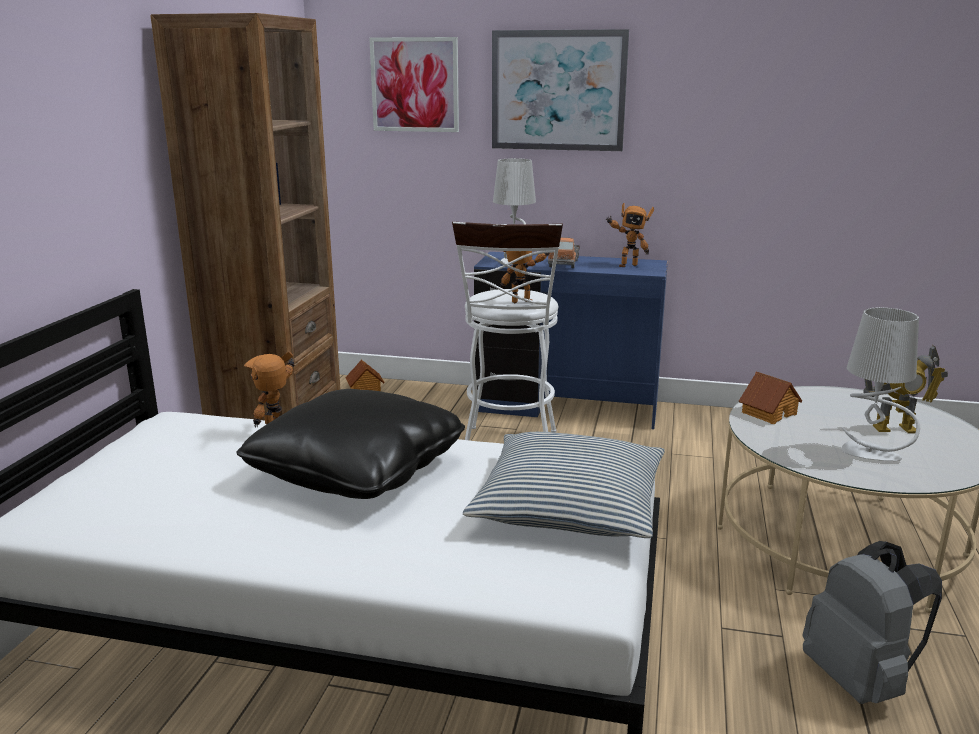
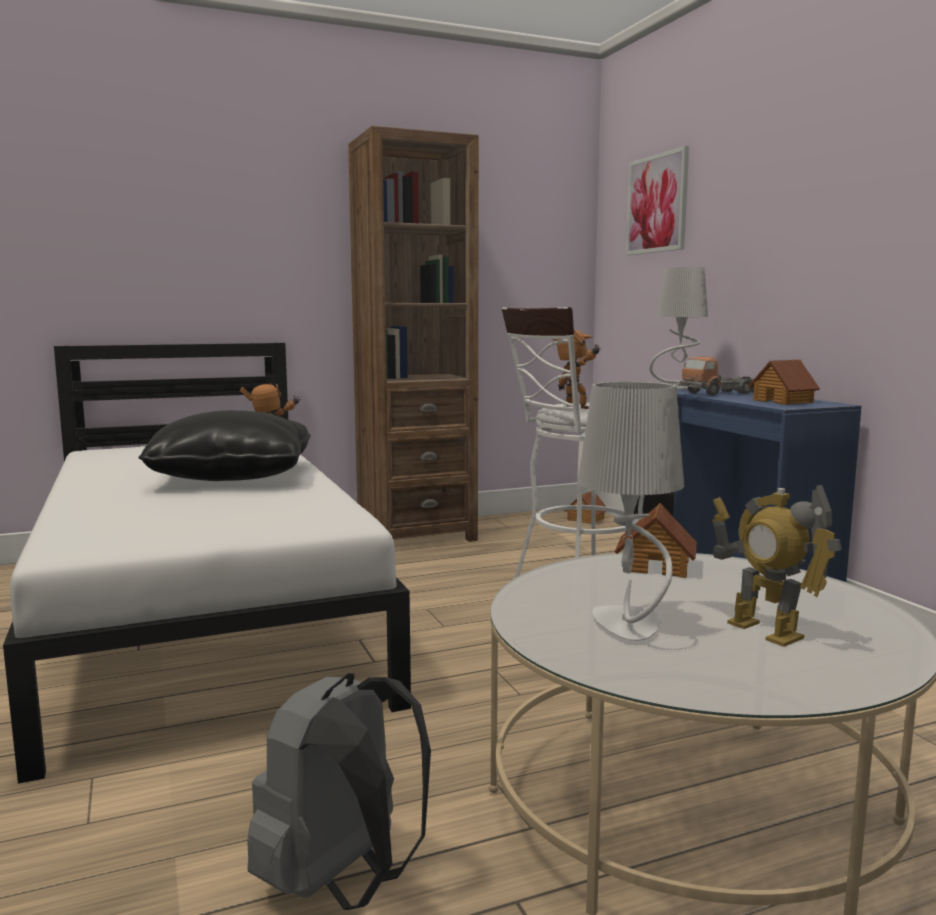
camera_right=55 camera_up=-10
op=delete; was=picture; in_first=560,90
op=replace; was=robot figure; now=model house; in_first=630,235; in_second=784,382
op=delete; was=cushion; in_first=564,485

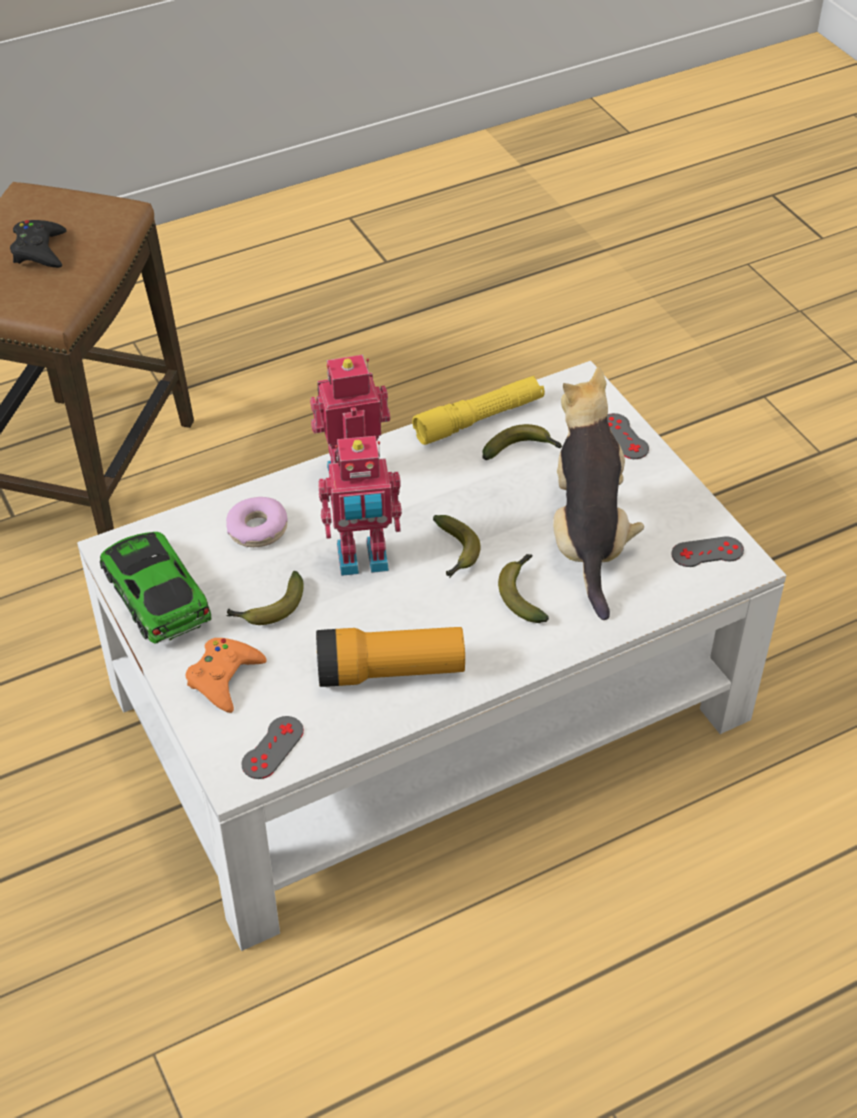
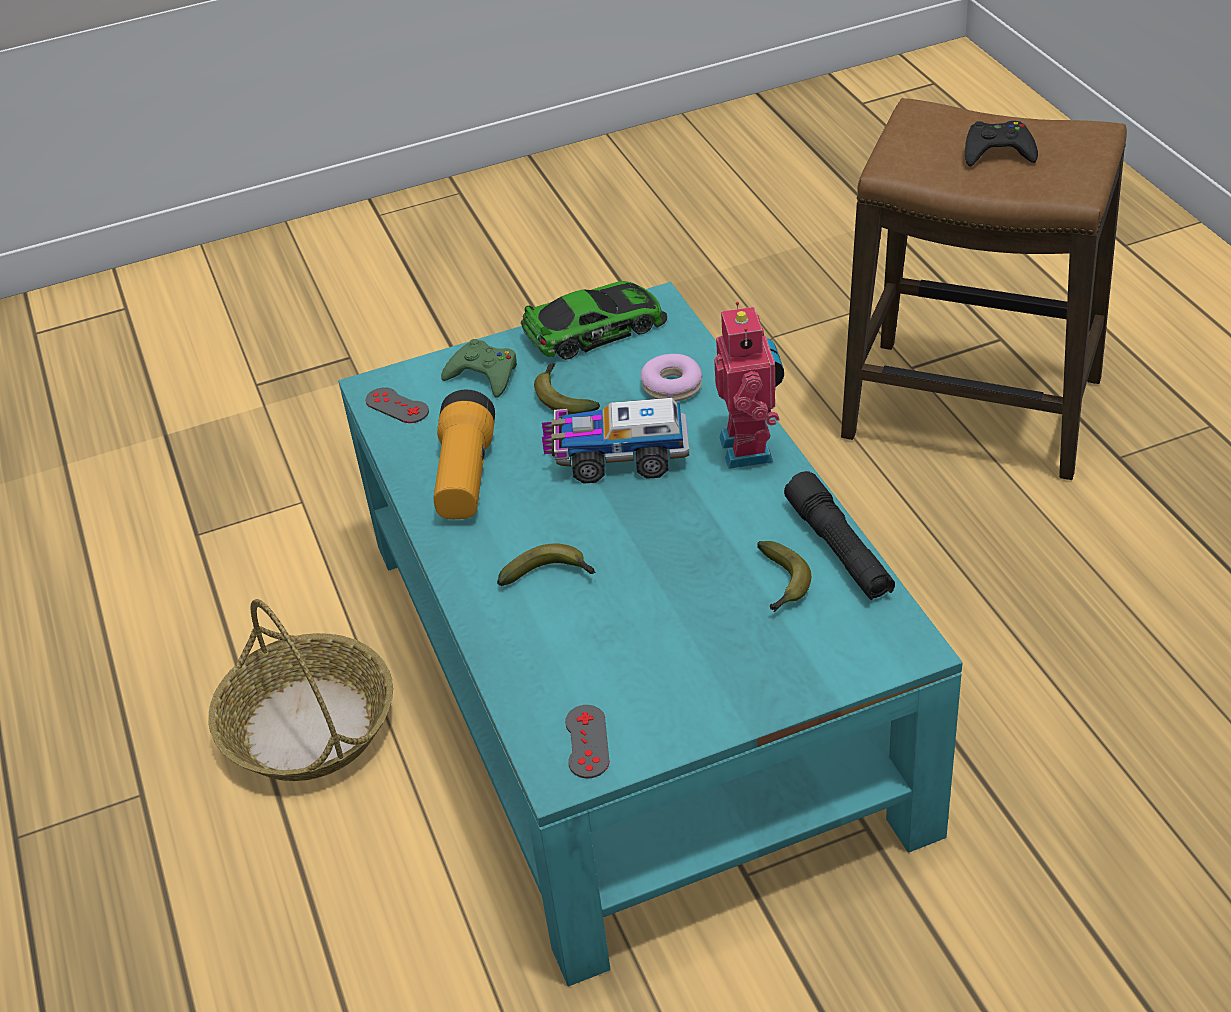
camera_right=100 camera_up=-5
op=recolor; was=coffee table (white-coloured); now=coffee table (blue-green); in_first=431,656; in_second=650,634
op=delete; was=cuddly toy; in_first=598,493
op=recolor; was=torch (yellowish); now=torch (black); in_first=478,410; in_second=839,535
op=delete; was=game controller (grey); in_first=628,436
op=replace; was=robot figure; now=toy truck; in_first=360,506; in_second=615,441
op=delete; was=banana; in_first=457,546
op=recolor; was=game controller (orange-coloured); now=game controller (green); in_first=226,675; in_second=479,368
op=insert; now=basket; in_second=300,690

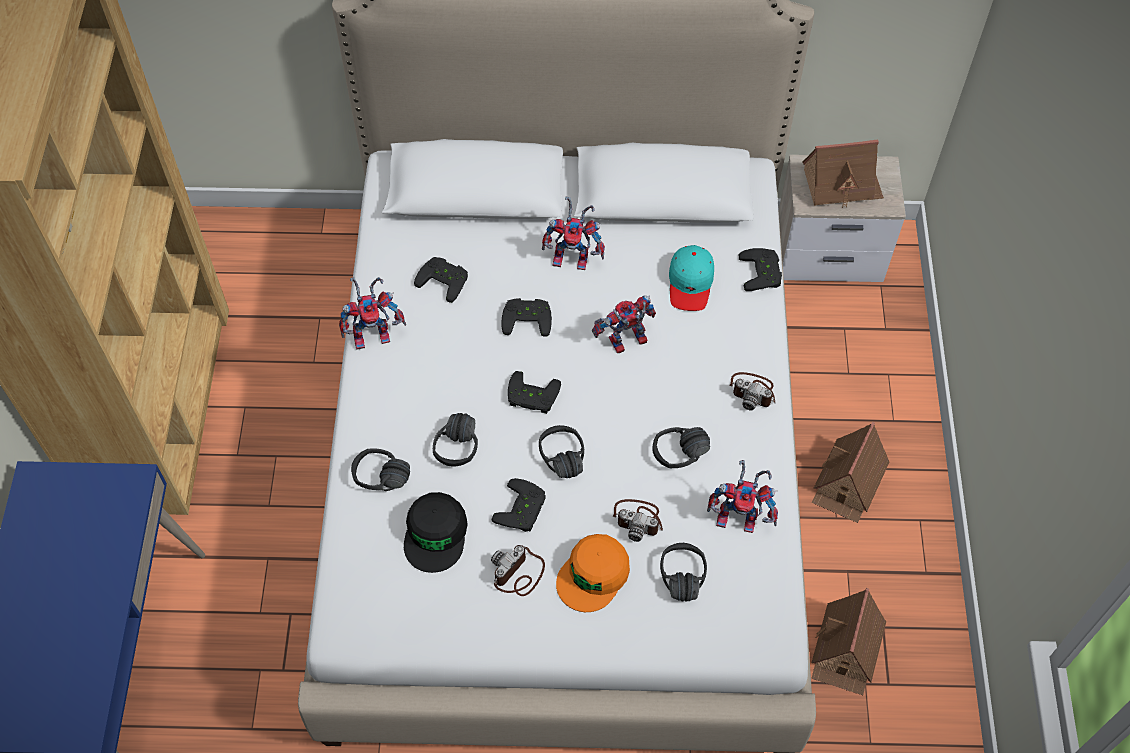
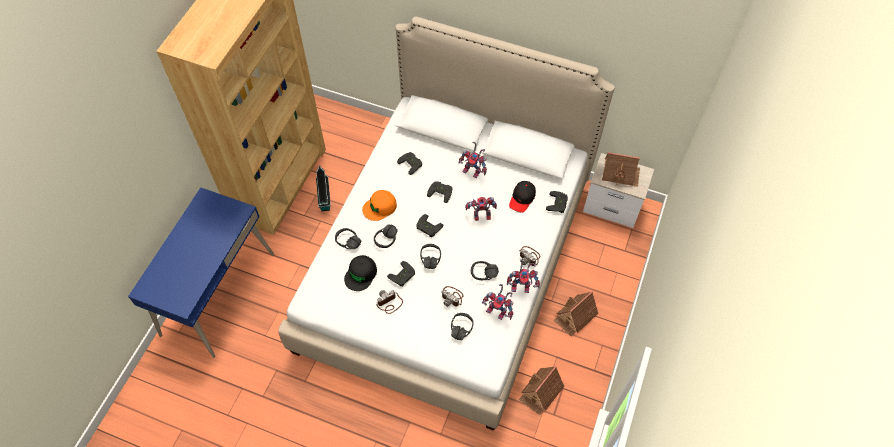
camera_right=20 camera_up=0
op=recolor; was=cap (blue-green); now=cap (black); in_first=691,278; in_second=522,197
op=move; was=robot figure; in_first=372,313; in_second=523,276
op=move; was=cap (orange-coloured); in_first=593,573; in_second=379,205
op=insert; now=model house; in_second=323,188

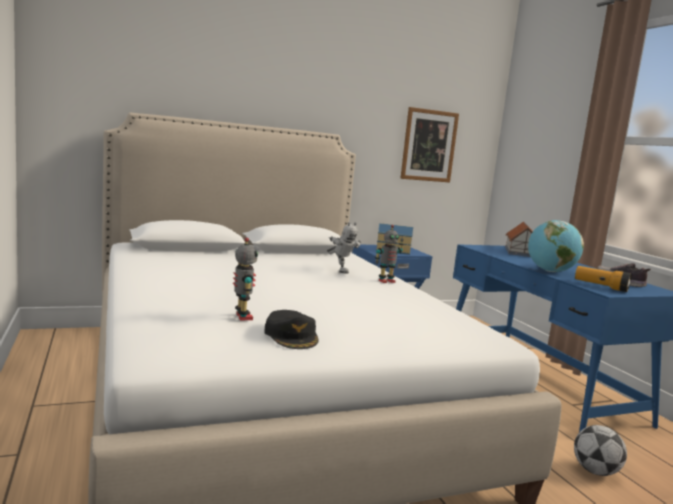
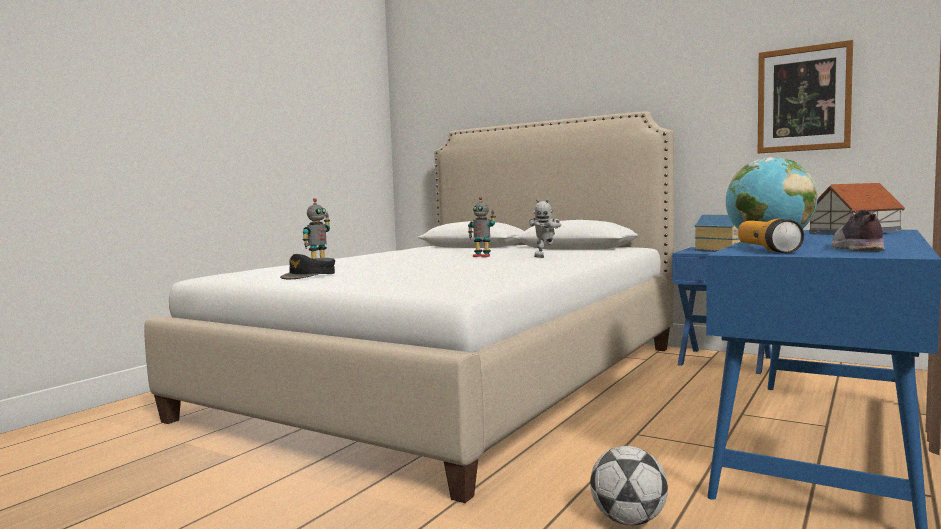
camera_right=55 camera_up=-5
op=move; was=robot figure; in_first=389,254; in_second=482,227

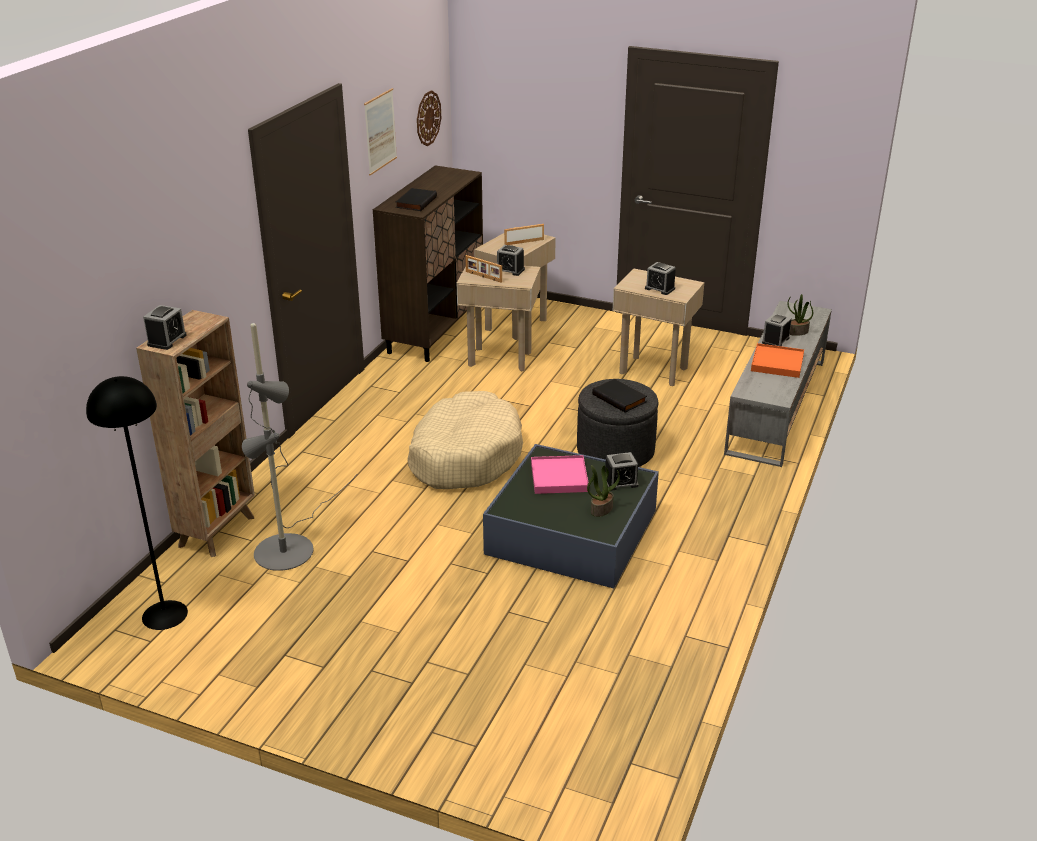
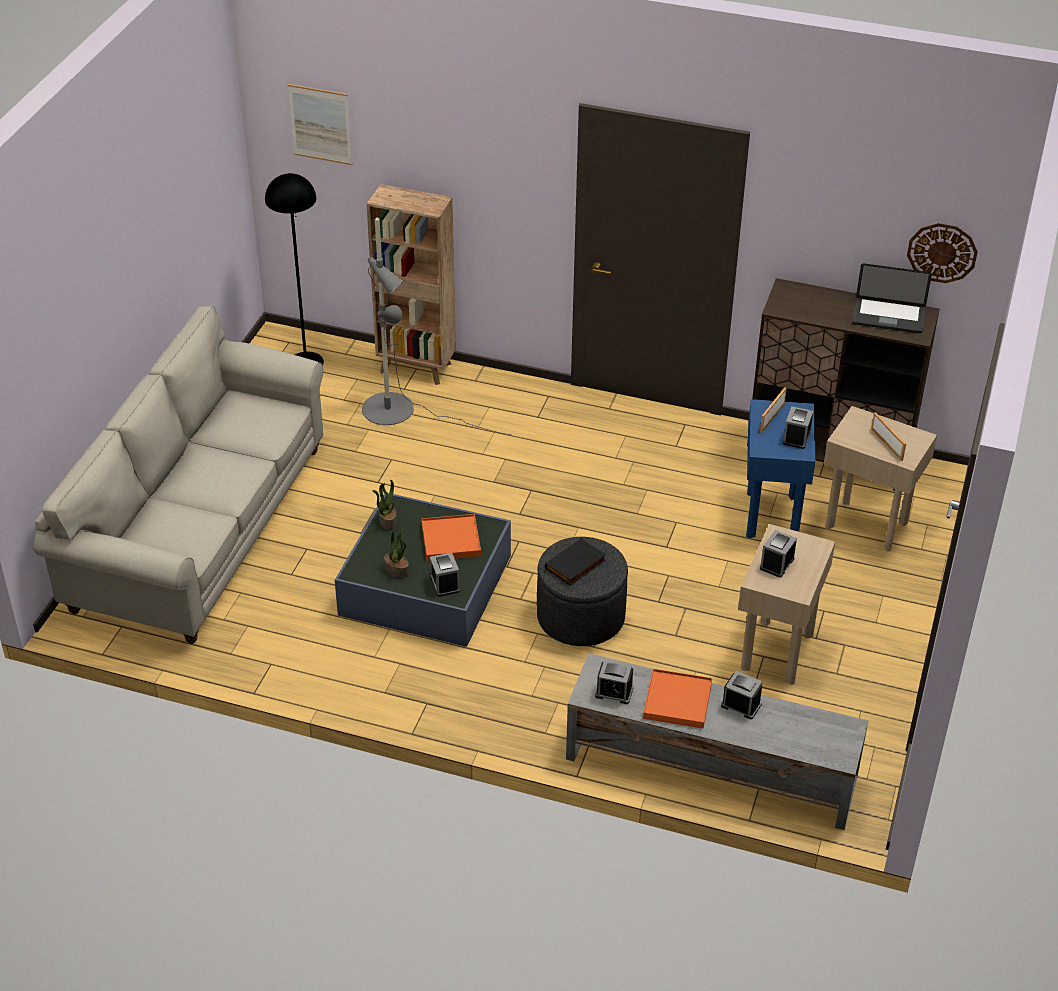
camera_right=85 camera_up=10
op=move; was=picture; in_first=380,131; in_second=320,124
op=delete; was=bound book (black); in_first=416,199
op=recolor; was=end table (beige-coloured); now=end table (blue-coloured); in_first=498,317; in_second=780,468
op=move; was=houseplant; in_first=800,315; in_second=384,505
op=move; was=bedside clock; in_first=165,327; in_second=614,681
op=delete; was=pet bed (beige-coloured); in_first=465,440
op=recolor; was=serving tray (pinkish); now=serving tray (orange-coloured); in_first=560,474; in_second=451,537
op=insert; now=laptop; in_second=892,298
op=insert; now=settee (beige-coloured); in_second=178,475

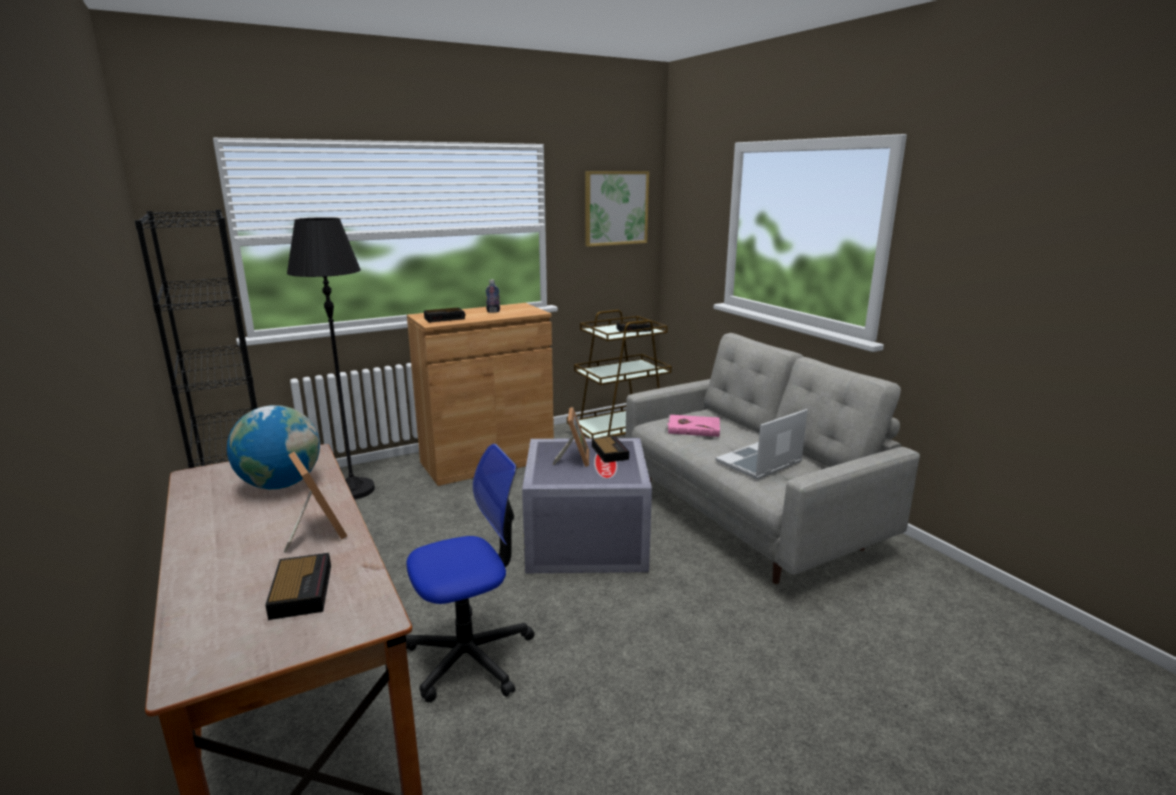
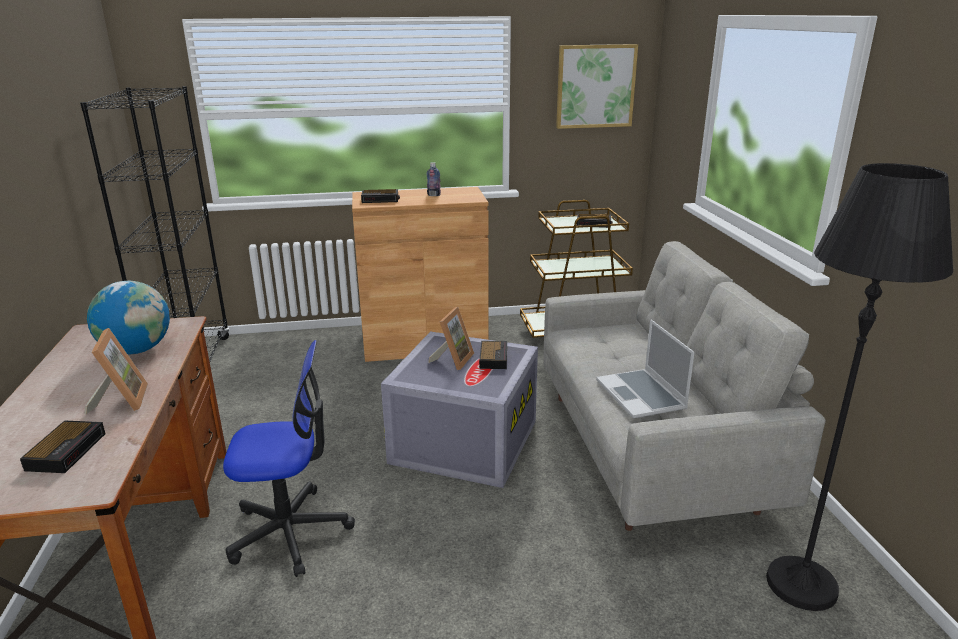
camera_right=20 camera_up=5
op=move; was=standard lamp (black); in_first=331,358; in_second=859,387
op=rotate; was=laptop; in_first=761,444; in_second=645,369; clockwise=-90
op=delete; was=bound book (pinkish); in_first=693,426

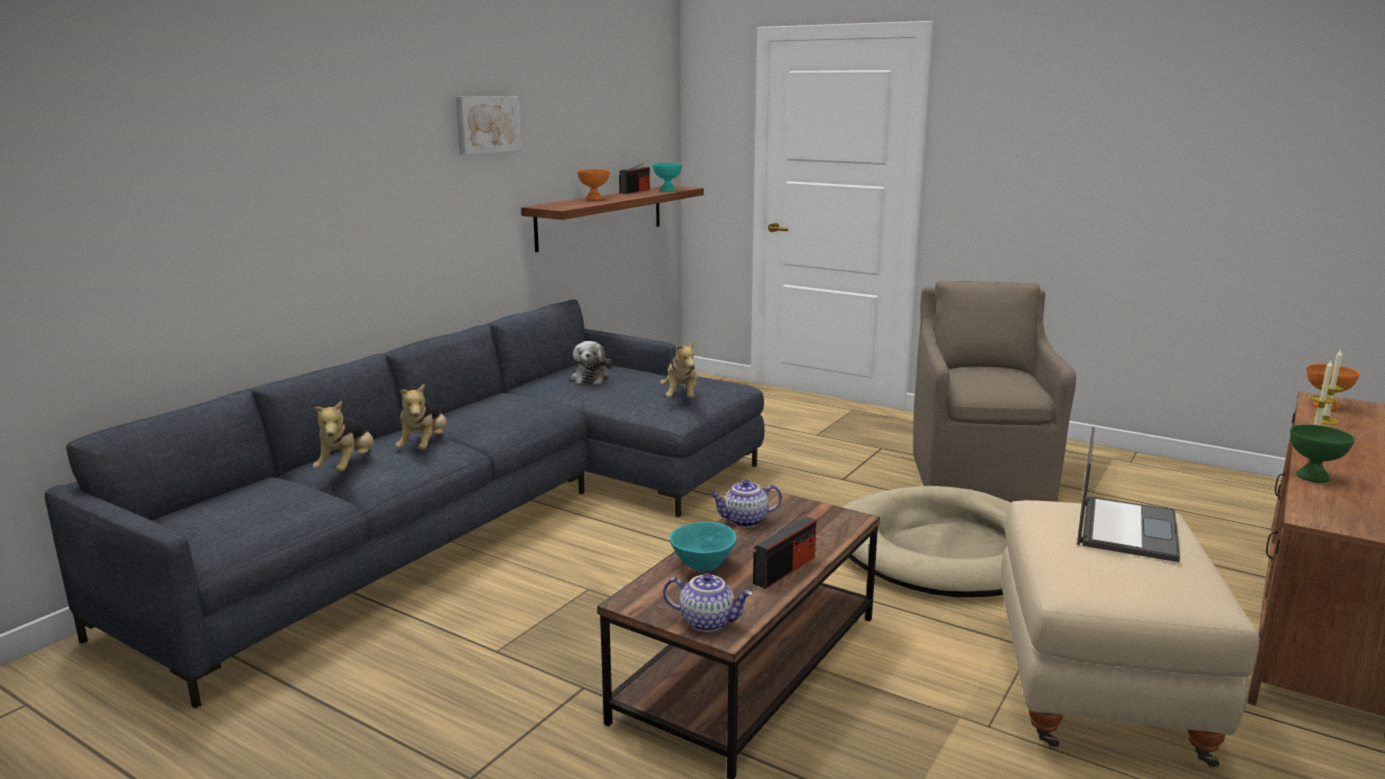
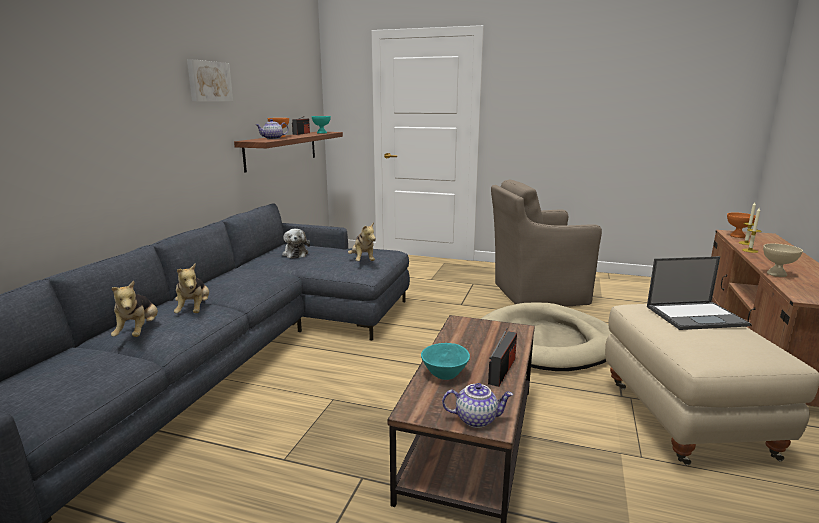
camera_right=-15 camera_up=0
op=rotate; was=lounge chair (brown); in_first=994,392; in_second=546,243; clockwise=-90
op=recolor; was=serving bowl (green); now=serving bowl (beige-coloured); in_first=1322,453; in_second=783,260
op=rotate; was=laptop; in_first=1128,494; in_second=698,293; clockwise=75
op=move; was=teapot; in_first=746,503; in_second=272,129

